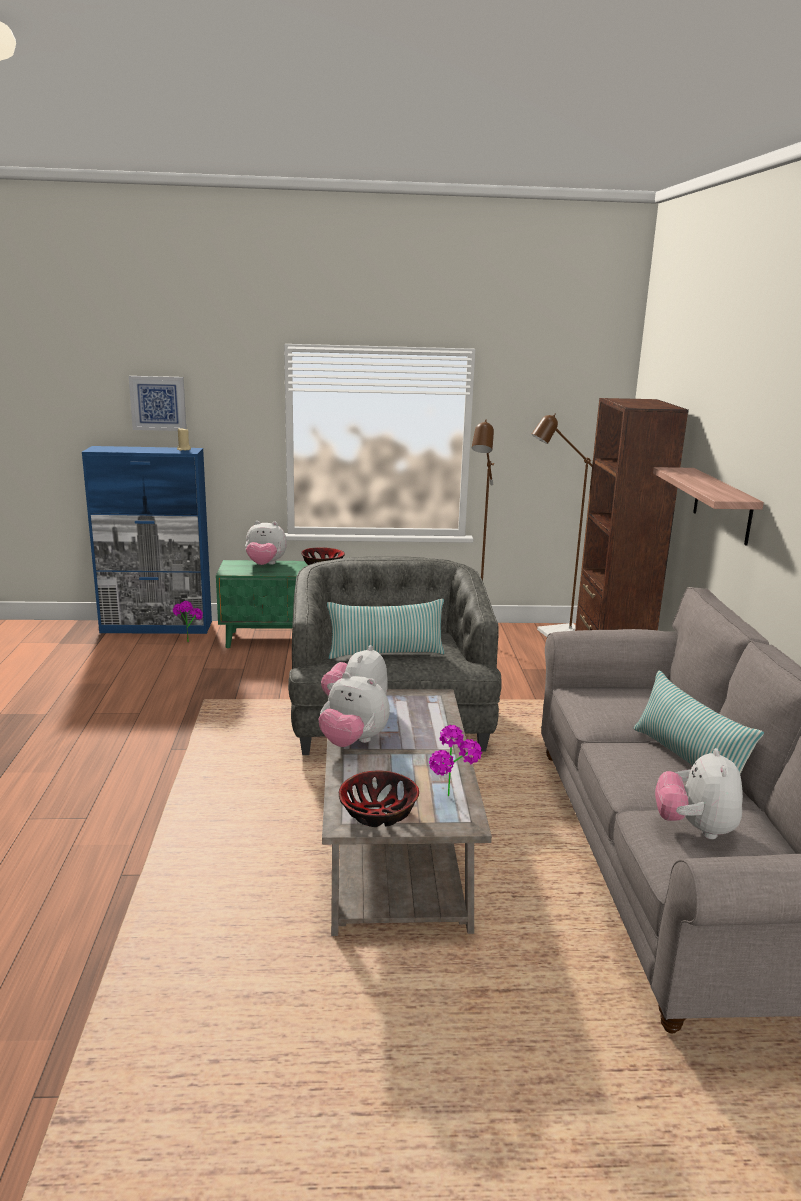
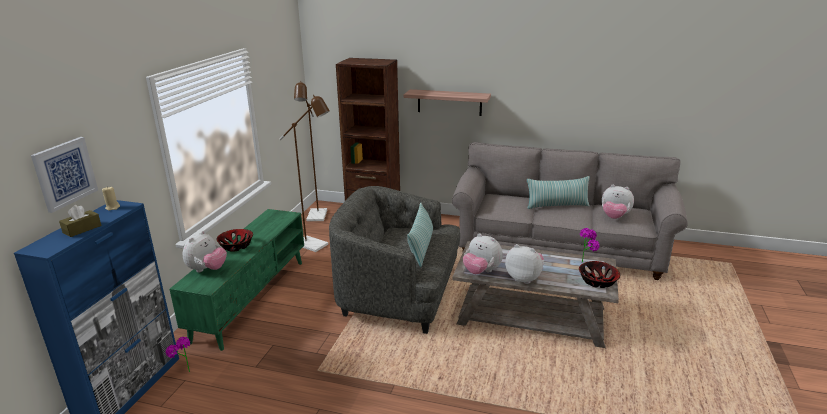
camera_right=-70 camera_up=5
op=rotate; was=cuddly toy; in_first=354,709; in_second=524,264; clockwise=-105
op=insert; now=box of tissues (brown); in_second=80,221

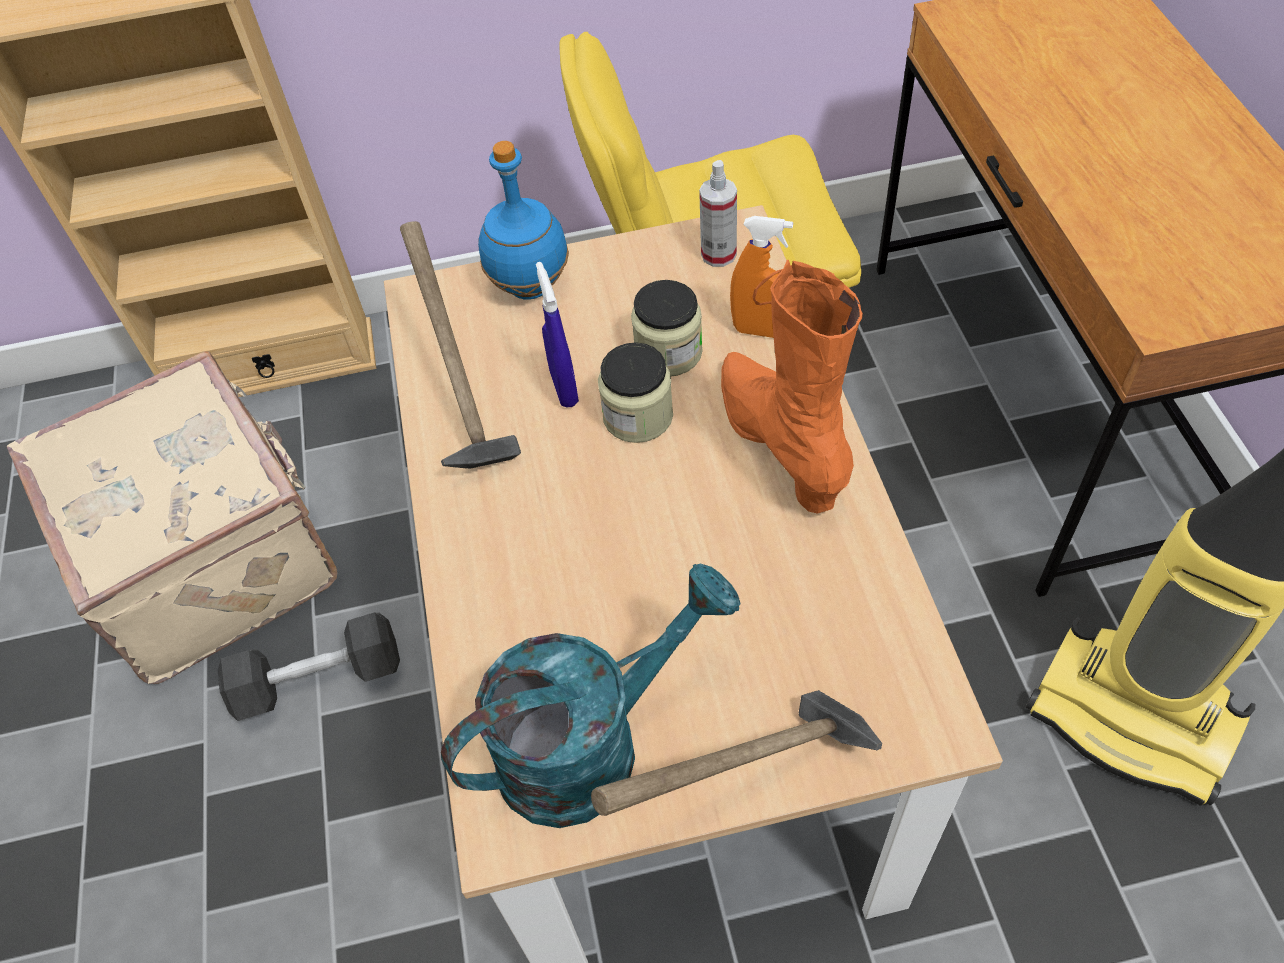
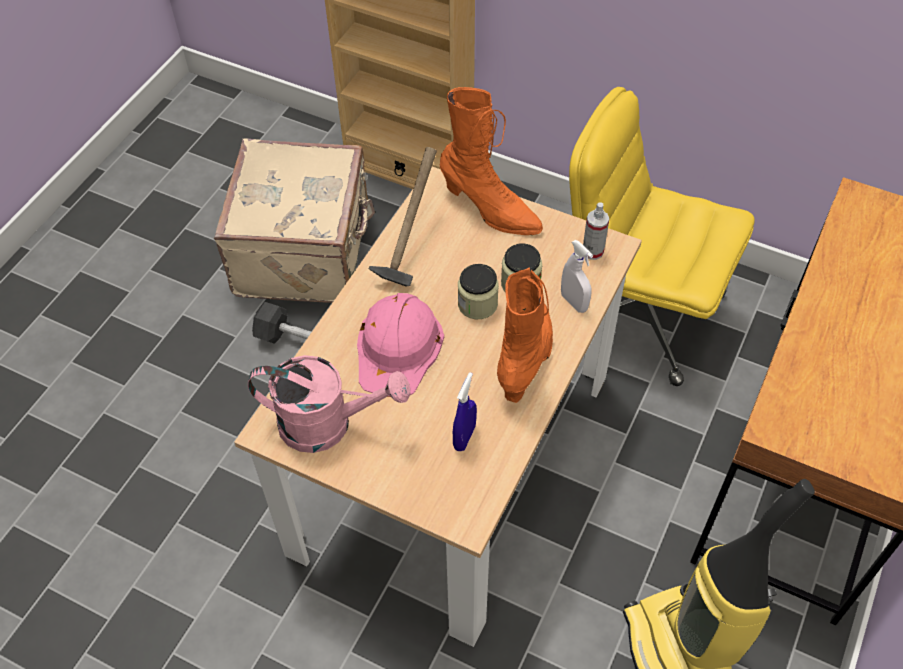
camera_right=35 camera_up=0
op=replace; was=beverage bottle (blue-coloured); now=boot (orange-coloured); in_first=523,220; in_second=491,161
op=recolor; was=sprayer (orange-coloured); now=sprayer (white-coloured); in_first=761,277; in_second=577,276
op=move; was=sprayer (blue-coloured); in_first=557,334; in_second=465,411
op=recolor; was=watering pot (blue-green); now=watering pot (pinkish); in_first=591,696; in_second=329,404
op=delete; was=hand hammer; in_first=736,753
op=insert; now=work helmet (pinkish); in_second=400,345

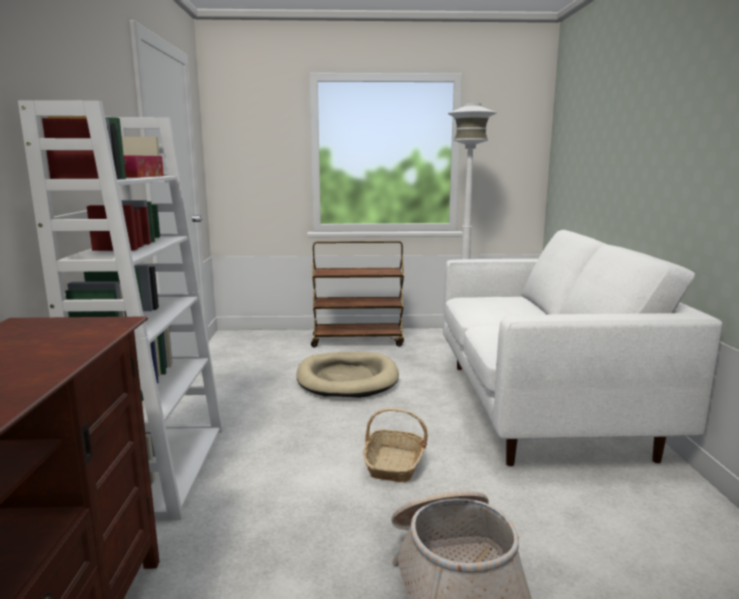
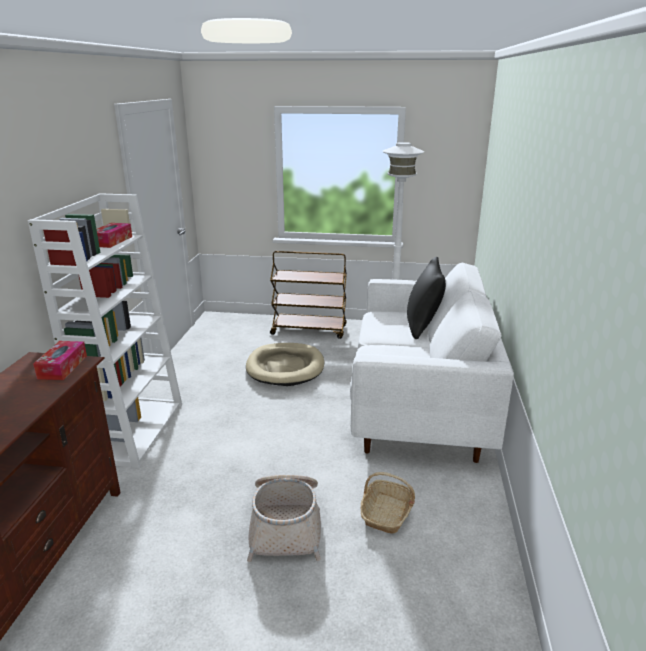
camera_right=10 camera_up=10
op=move; was=basket; in_first=395,445; in_second=387,503
op=insert; now=cushion (black); in_second=426,298
op=insert; now=box of tissues; in_second=60,360

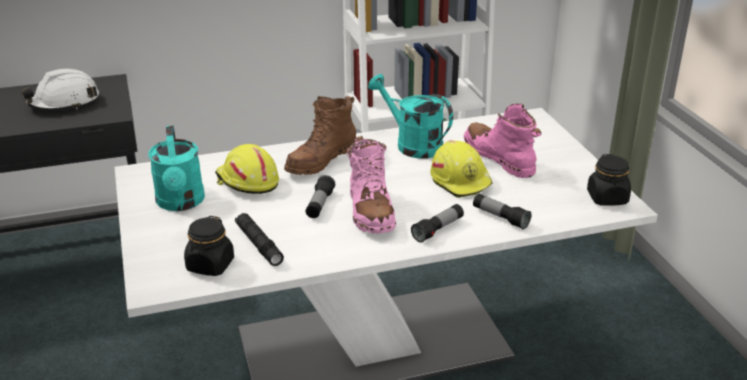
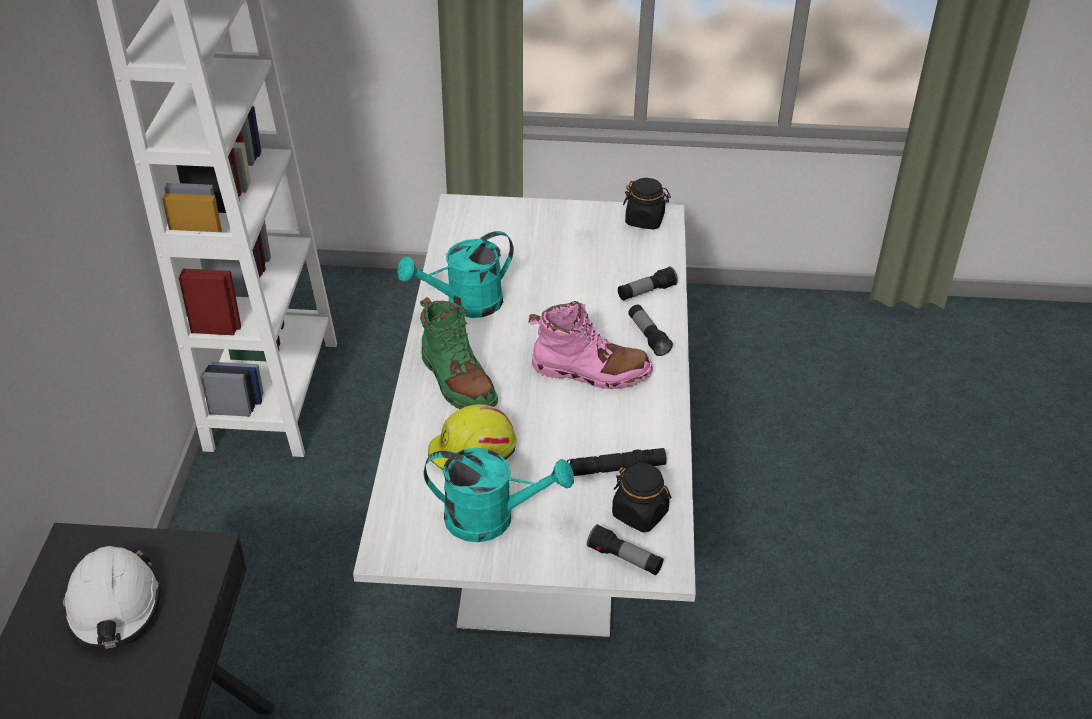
camera_right=-70 camera_up=10
op=recolor; was=boot (brown); now=boot (green); in_first=320,135; in_second=459,353
op=delete; was=boot (pinkish); in_first=503,141
op=delete; was=work helmet (yellowish); in_first=461,169
op=move; was=torch; in_first=320,196; in_second=625,549

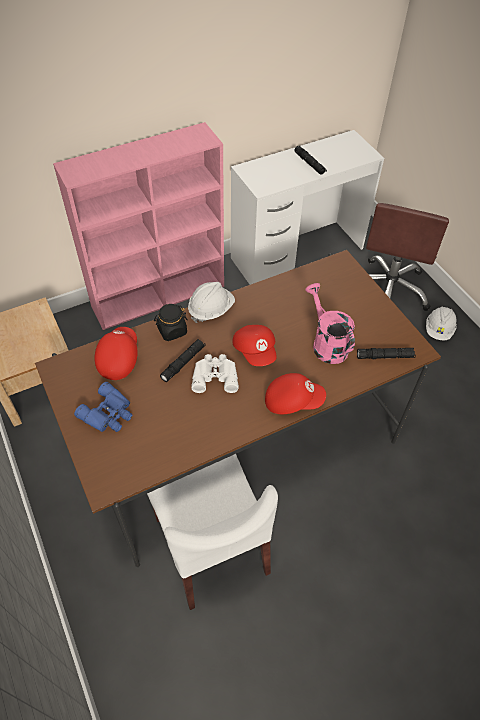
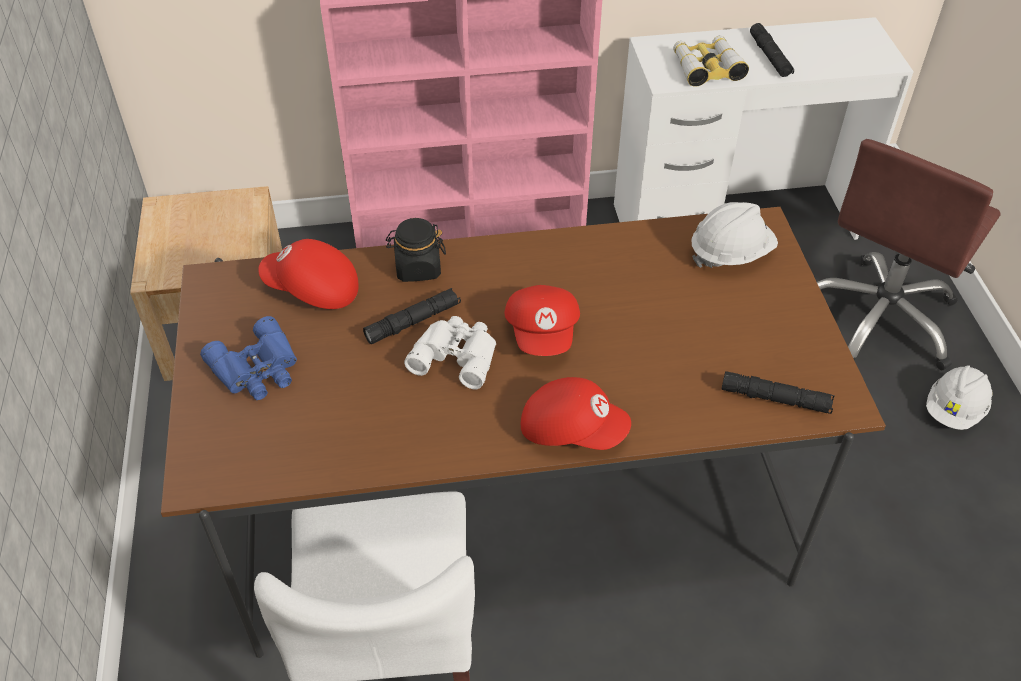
camera_right=20 camera_up=-5
op=move; was=work helmet (white-coloured); in_first=211,302; in_second=734,235
op=delete; was=watering pot (pinkish); in_first=330,323
op=rotate; was=cap (reddish); in_first=116,353; in_second=308,274; clockwise=-105
op=insert; now=binoculars; in_second=711,61

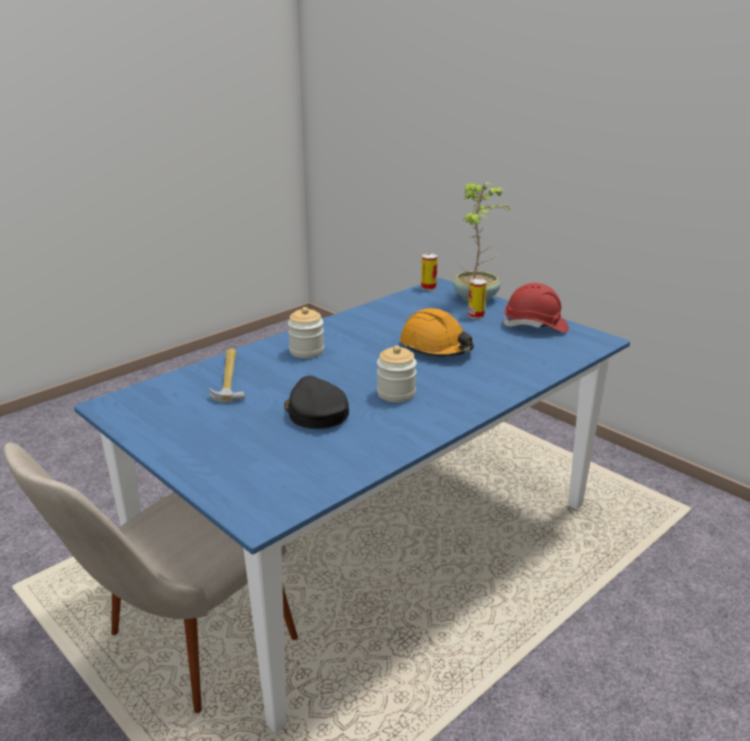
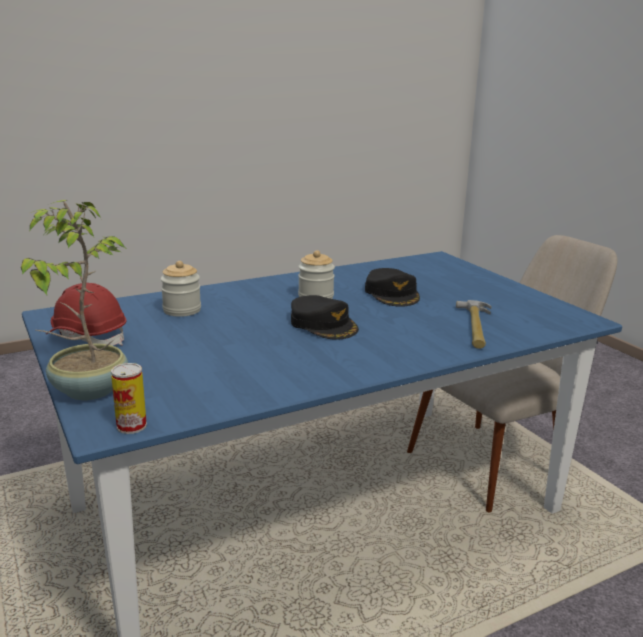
camera_right=-165 camera_up=-5
op=delete; was=metal can; in_first=477,298
op=move; was=jar; in_first=306,332; in_second=180,289
op=delete; was=work helmet (orange-coloured); in_first=437,332
op=insert; now=cap (black); in_second=325,317

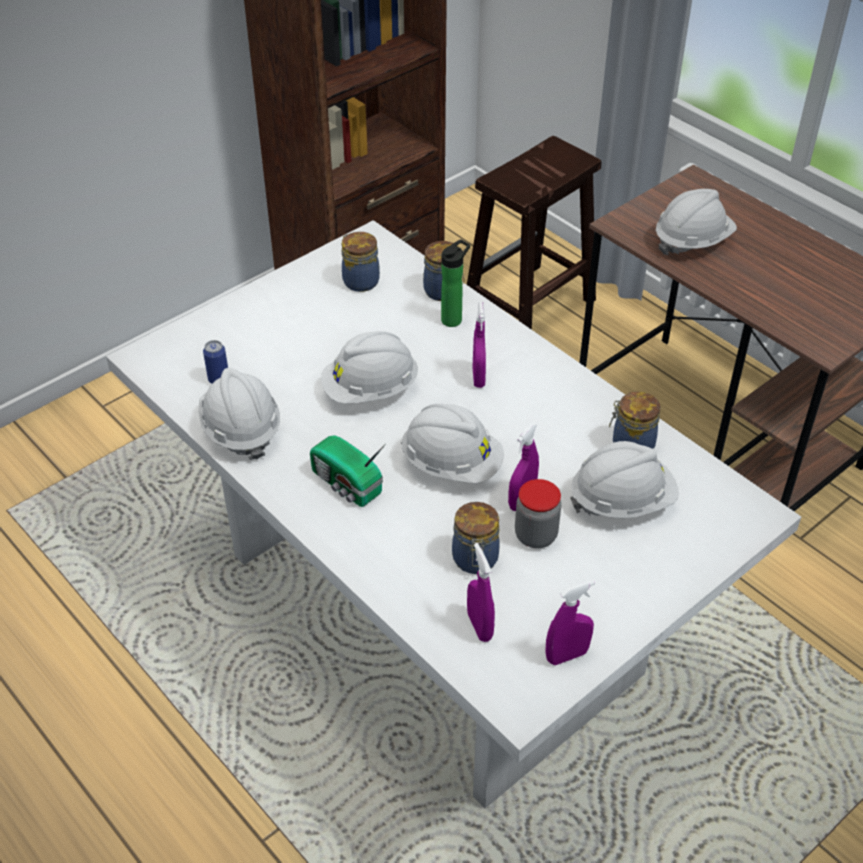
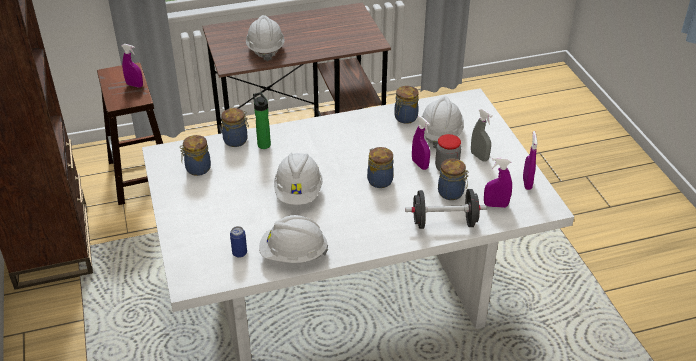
camera_right=-65 camera_up=-5
op=move; was=sprayer (purple); in_first=479,345; in_second=132,66
op=replace; was=work helmet (white-coloured); now=jar; in_first=452,444; in_second=380,167
op=delete; was=radio receiver; in_first=348,471
op=insert; now=sprayer (grey); in_second=482,135
op=insert; now=free weight (black); in_second=445,209

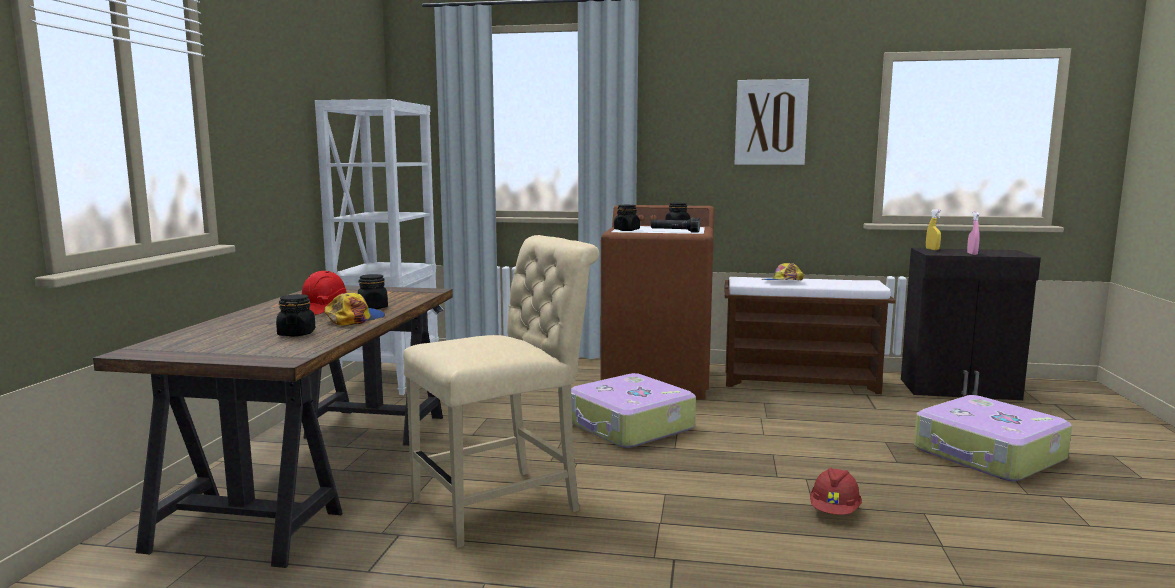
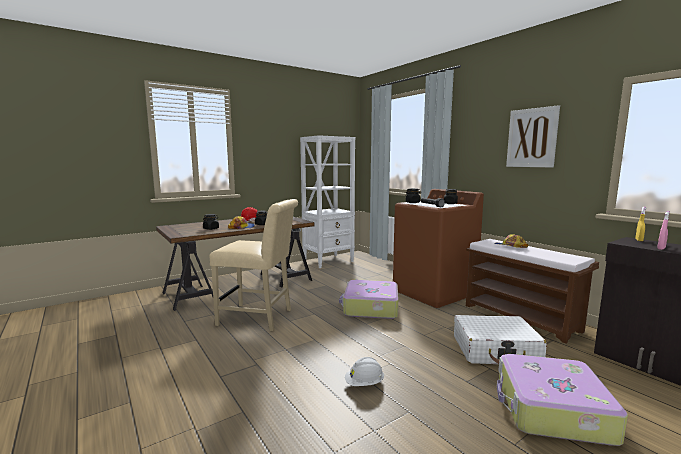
camera_right=45 camera_up=0
op=recolor; was=work helmet (reddish); now=work helmet (white-coloured); in_first=836,491; in_second=364,371
op=insert; now=piece of luggage (white-coloured); in_second=500,339

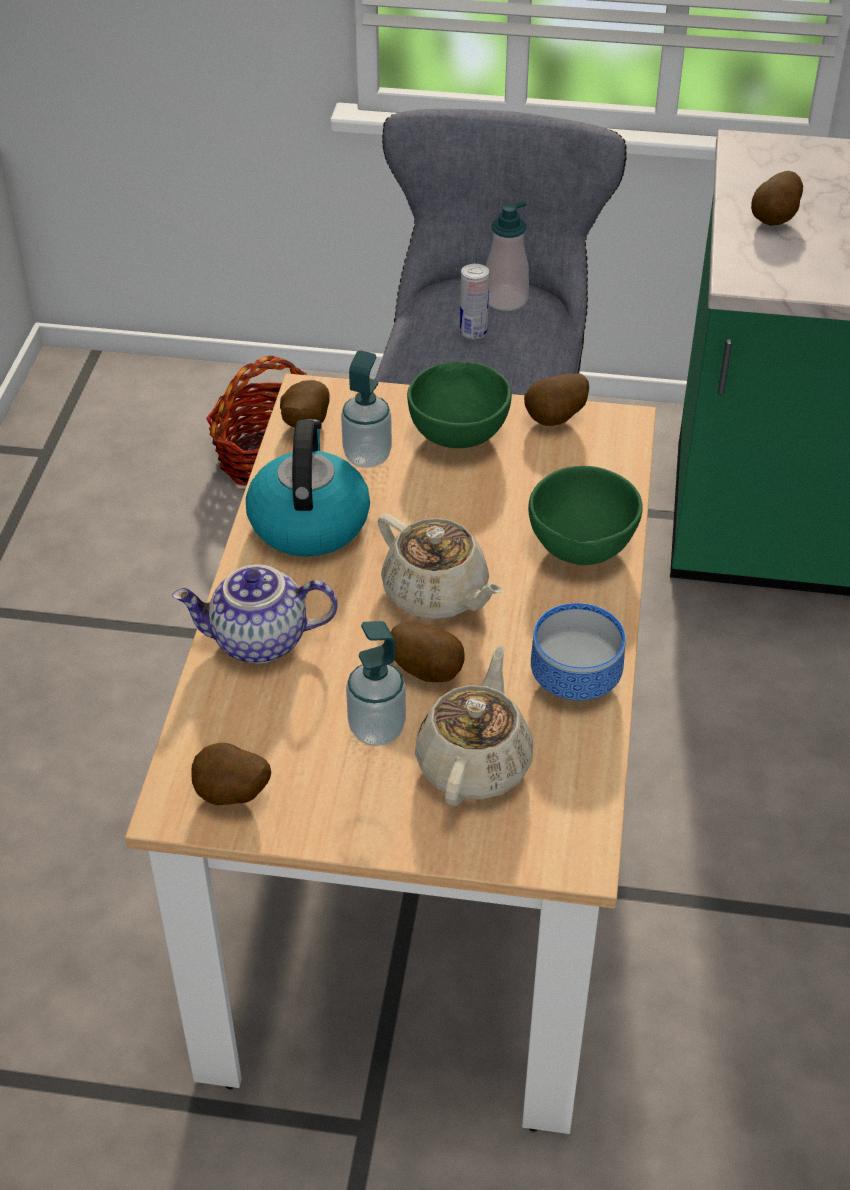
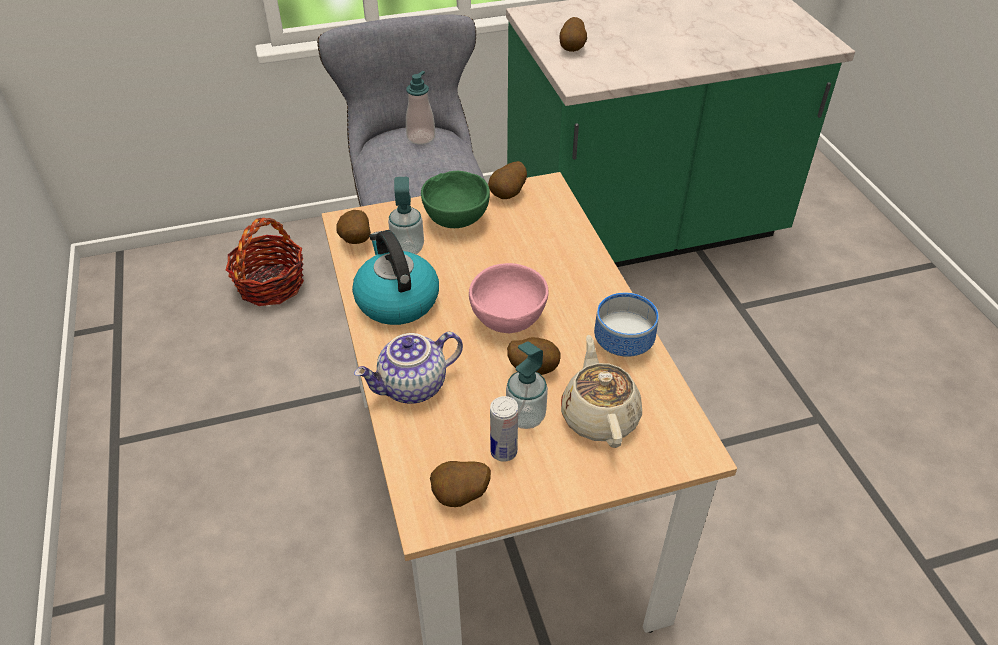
camera_right=-25 camera_up=0
op=move; was=metal can; in_first=474,301; in_second=504,429
op=delete; was=serving bowl (green); in_first=585,515
op=replace; was=teapot (beige-coloured); now=serving bowl (pinkish); in_first=440,566; in_second=509,298

